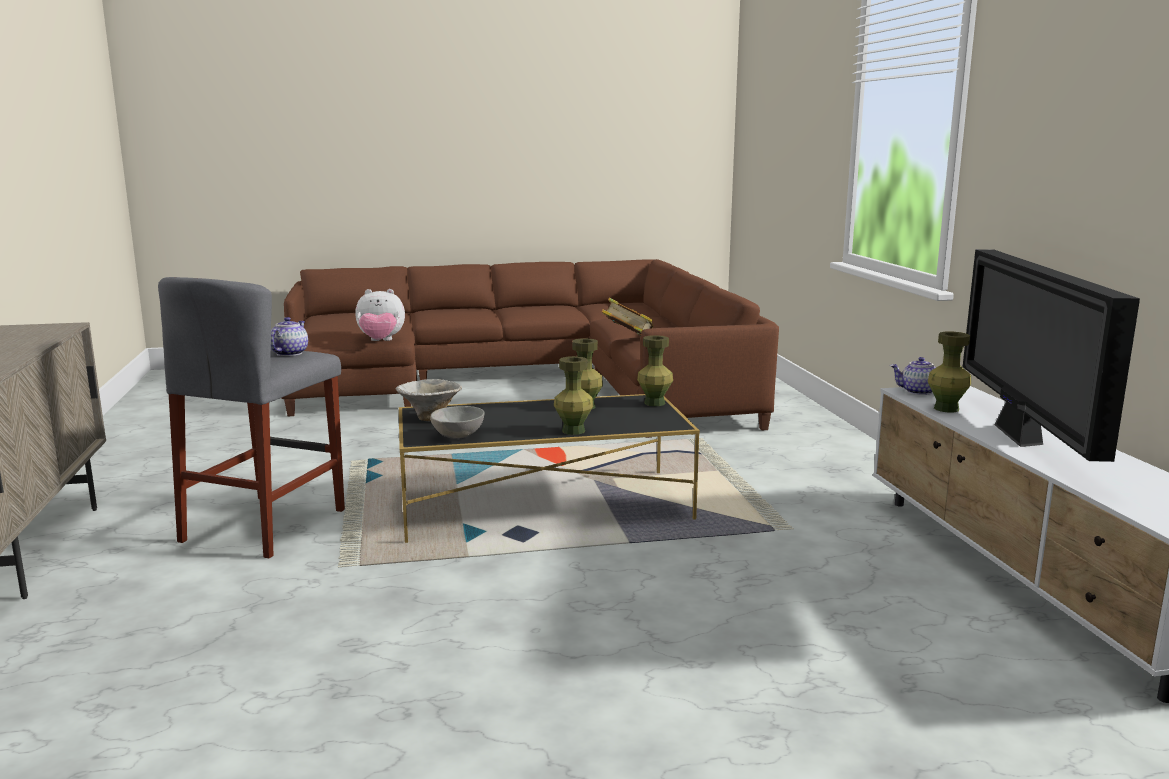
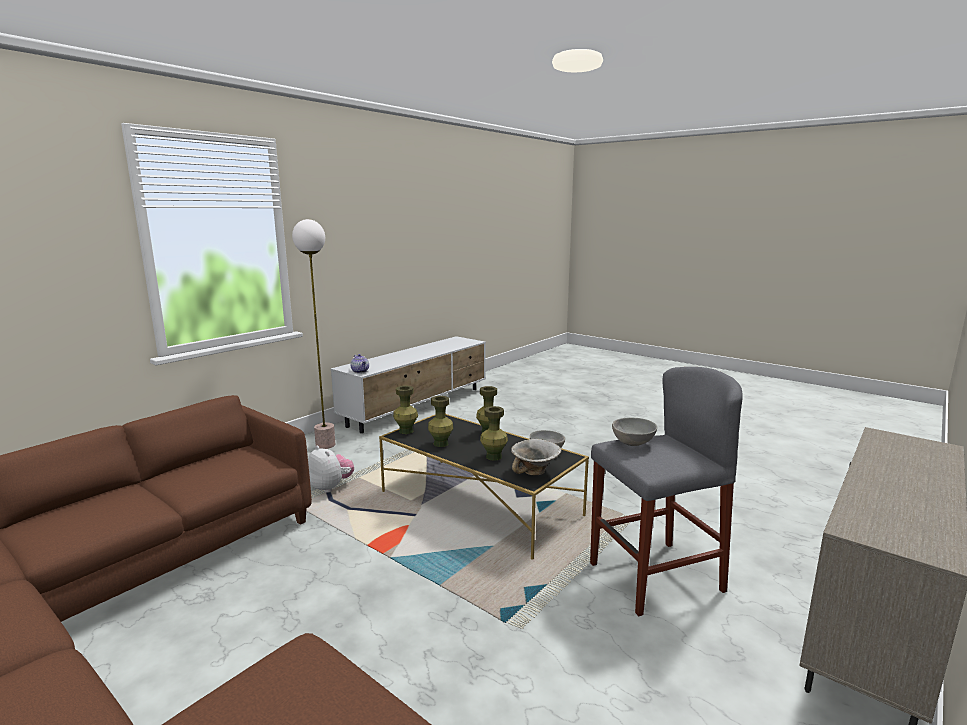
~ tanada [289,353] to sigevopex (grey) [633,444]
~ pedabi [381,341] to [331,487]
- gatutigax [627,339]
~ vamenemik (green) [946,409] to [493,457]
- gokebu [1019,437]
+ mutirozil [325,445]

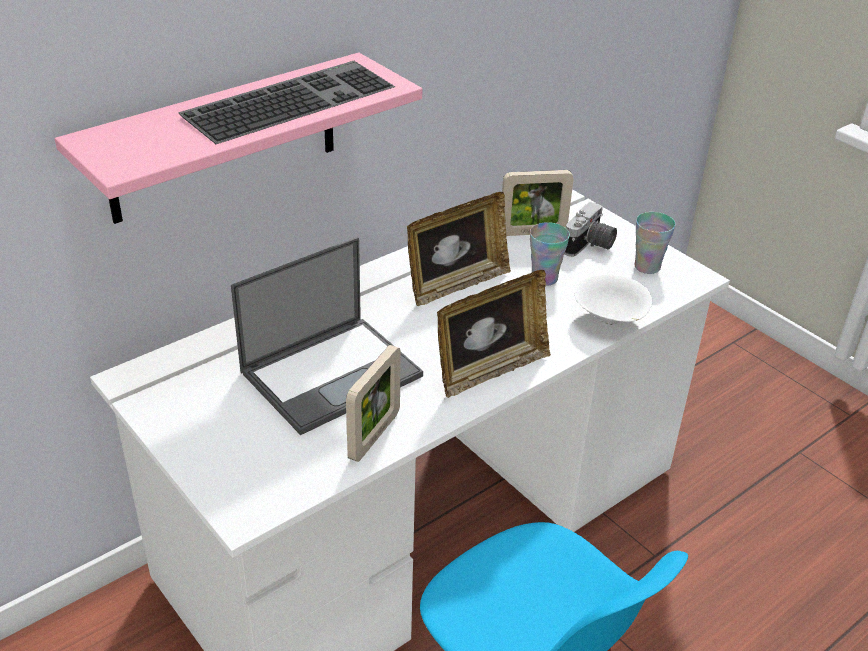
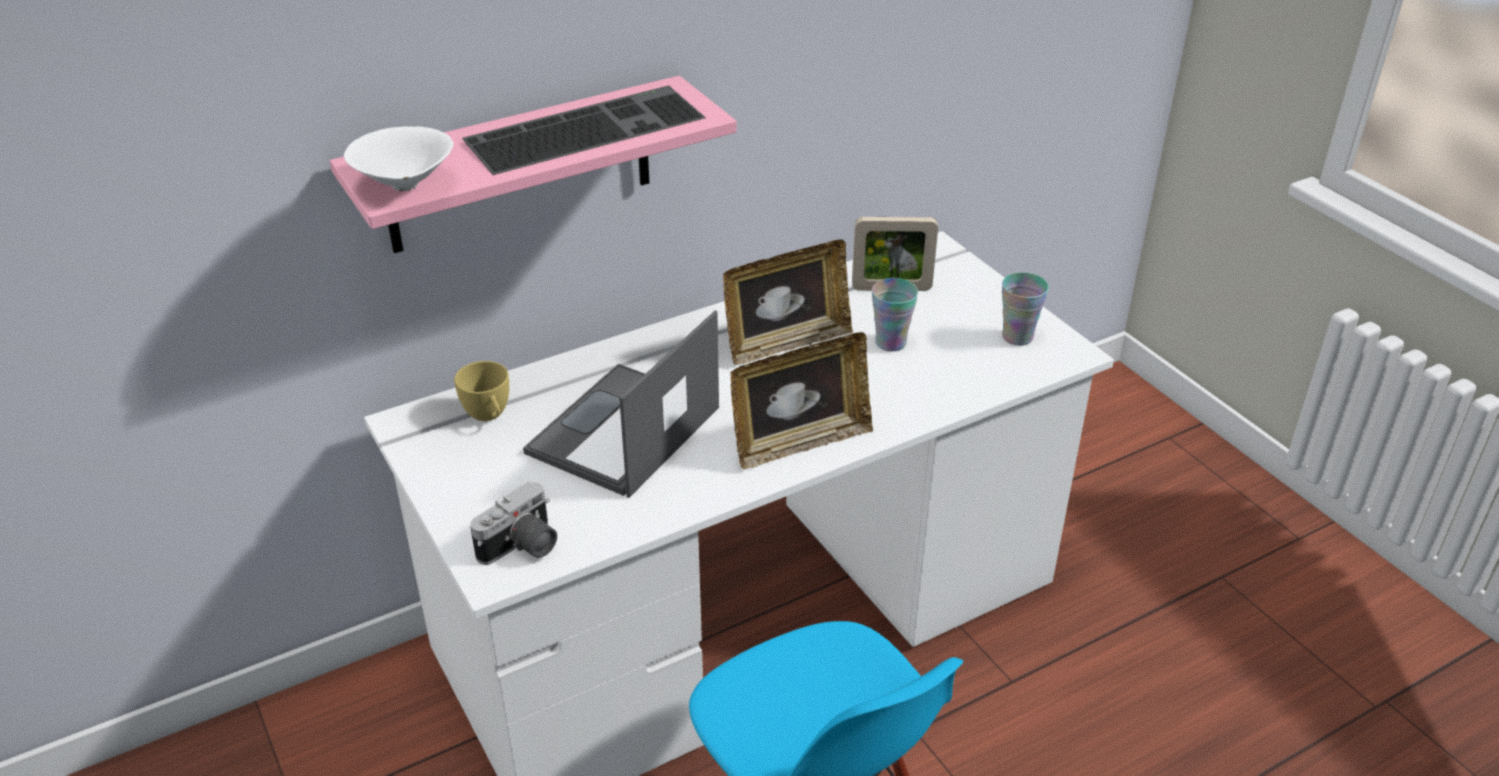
~ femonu [332,373] = [623,432] 150 degrees clockwise
- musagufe [374,436]
~ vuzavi [590,246] to [522,548]
~ sigevopex (white) [610,320] to [405,187]
+ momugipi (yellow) [489,416]

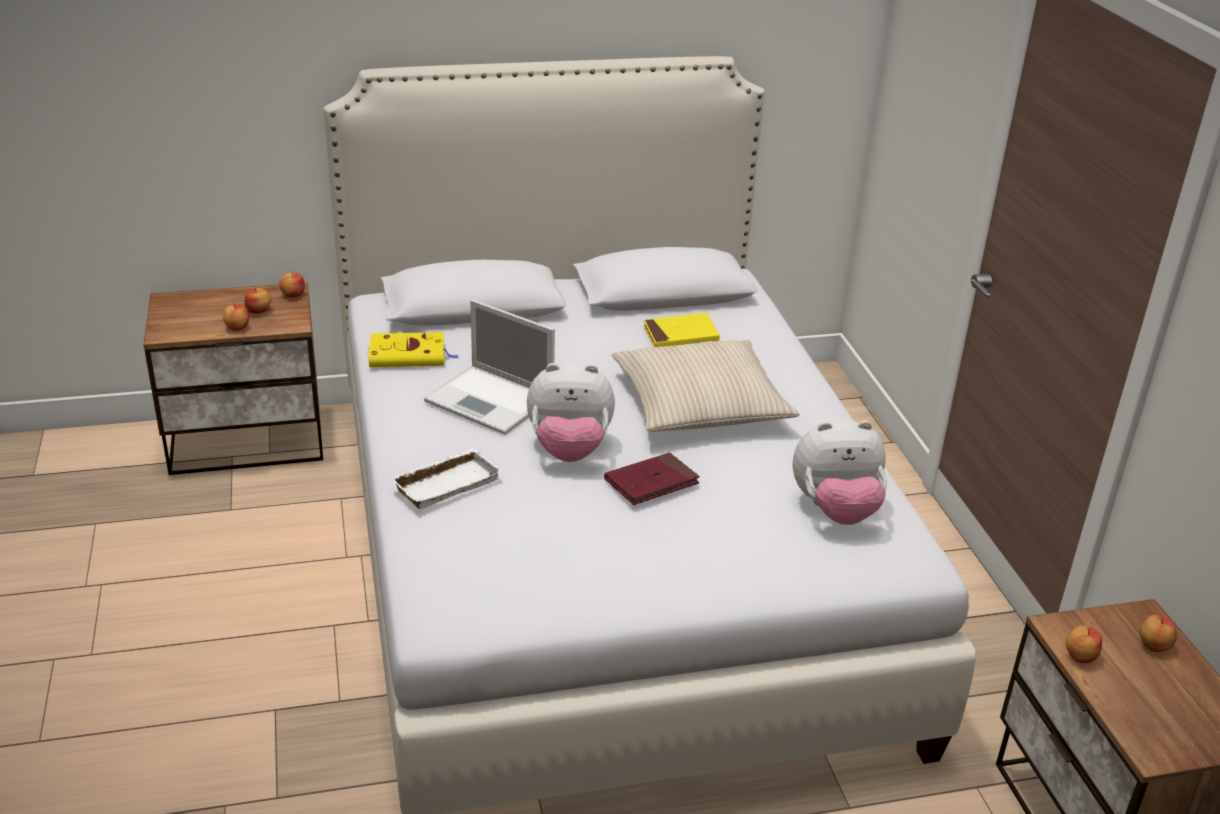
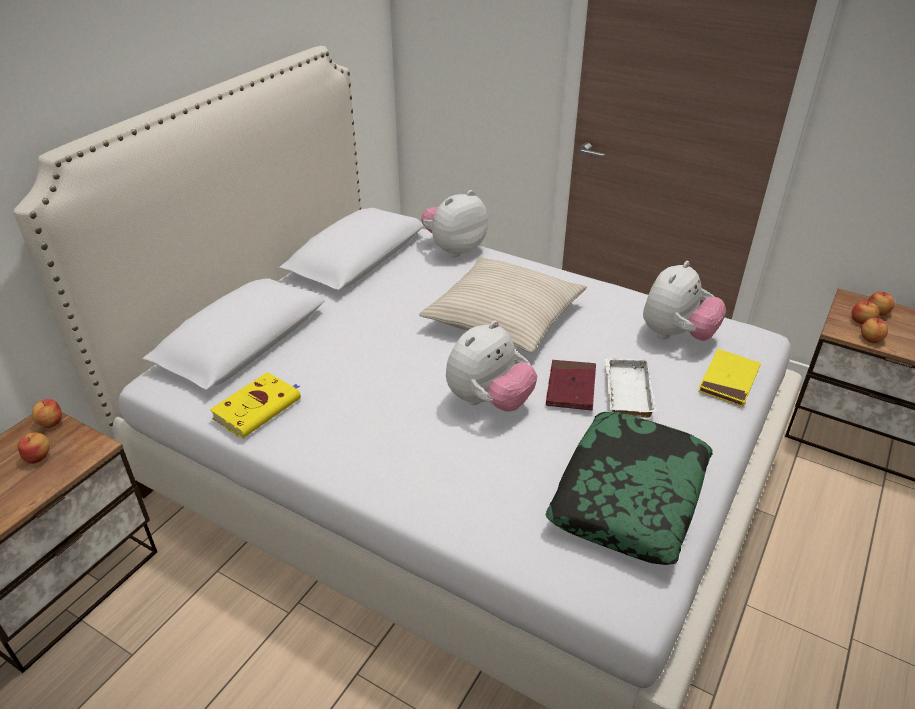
~ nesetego [236,327] to [861,321]
~ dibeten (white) [446,483] to [625,391]
- femonu [491,401]
~ gatutigax (yellow) [680,334] to [728,380]
+ pedabi [454,249]
+ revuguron [628,496]

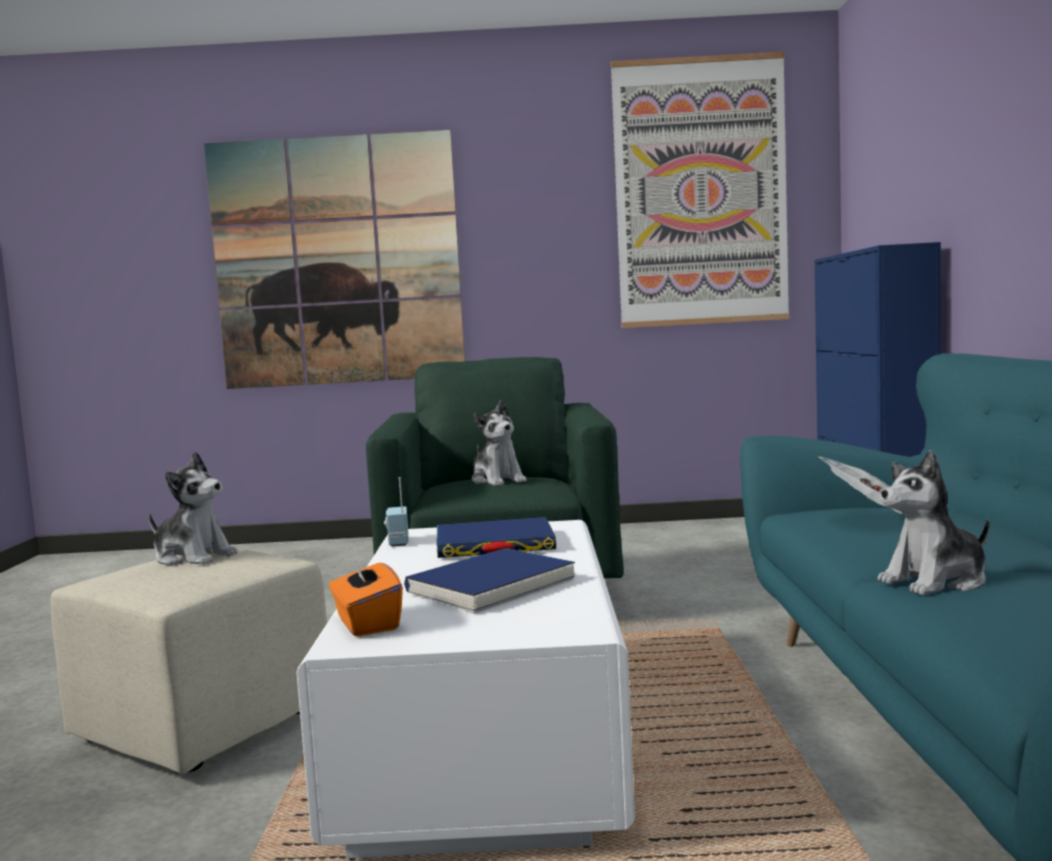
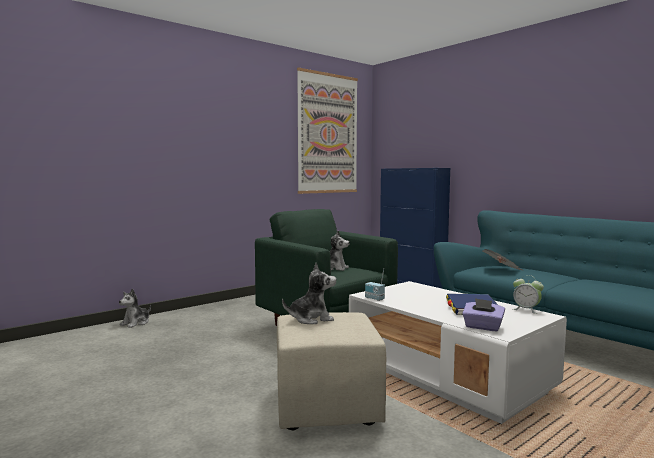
- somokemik [337,261]
~ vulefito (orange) [366,624] to vulefito (purple) [482,327]
- gatutigax (blue) [494,545]
~ pedabi [936,581] to [136,323]
+ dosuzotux [526,310]

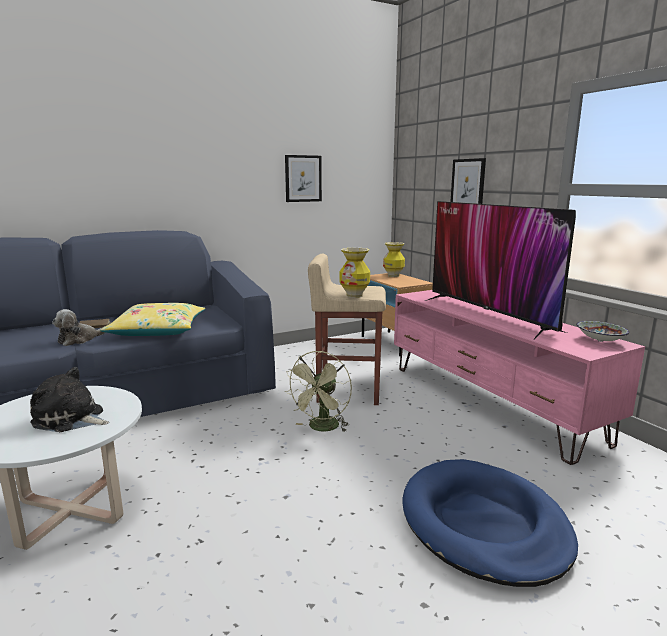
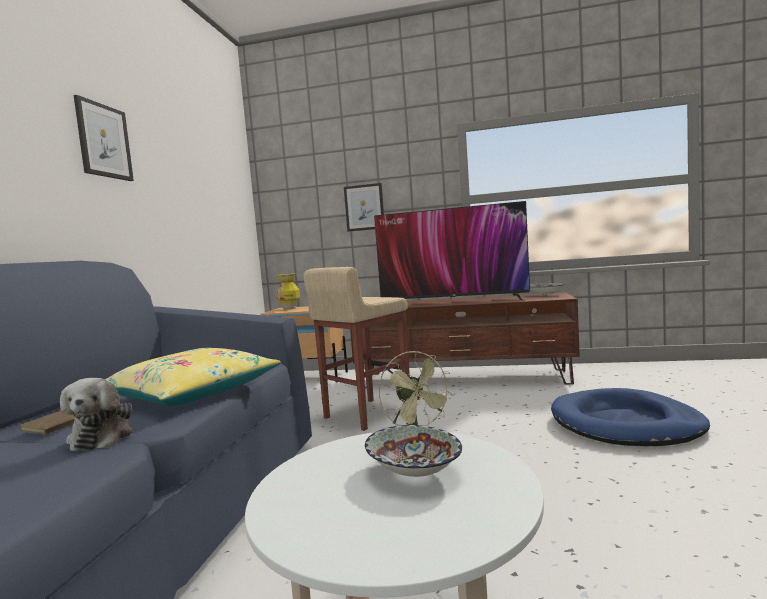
~ pedabi [71,419] to sigevopex [415,472]
~ somokemik [303,178] to [104,141]
- vamenemik [354,295]
~ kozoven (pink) [490,402] to kozoven (brown) [464,379]

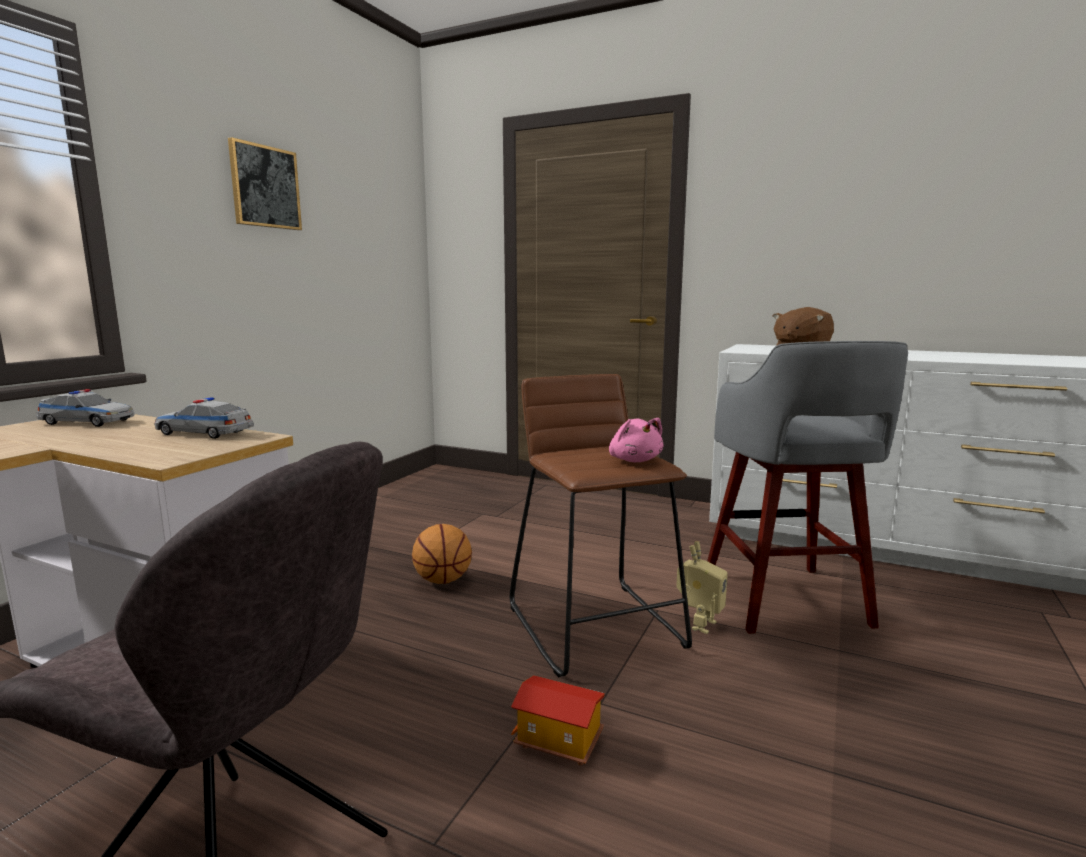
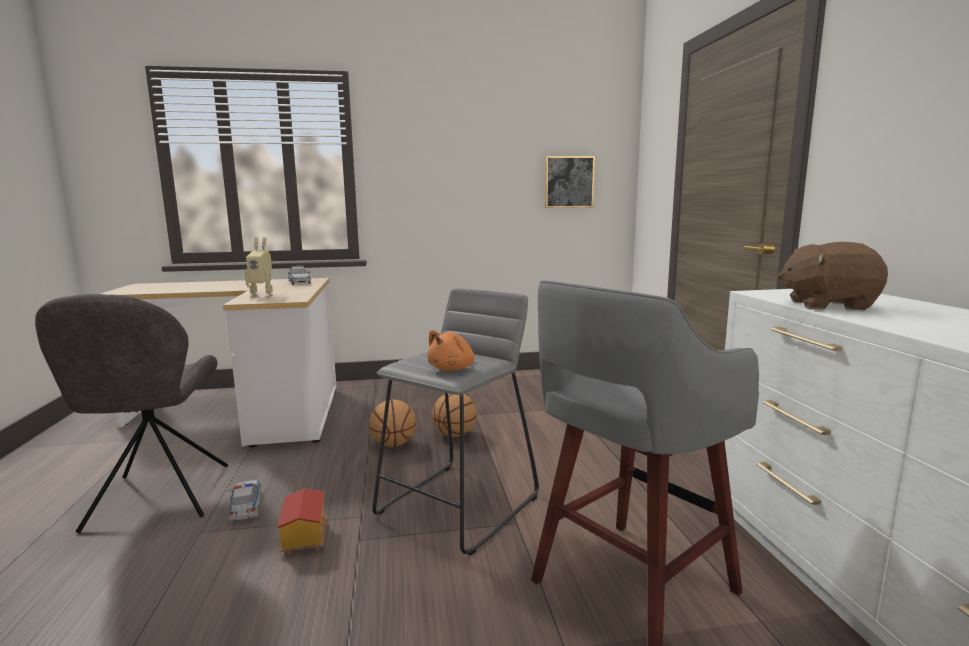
~ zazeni [204,433] to [246,506]
~ somokemik [265,187] to [569,182]
~ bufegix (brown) [597,626] to bufegix (grey) [458,505]
~ pedabi (pink) [634,460] to pedabi (orange) [453,369]
~ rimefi [698,624] to [263,295]
+ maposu [394,444]

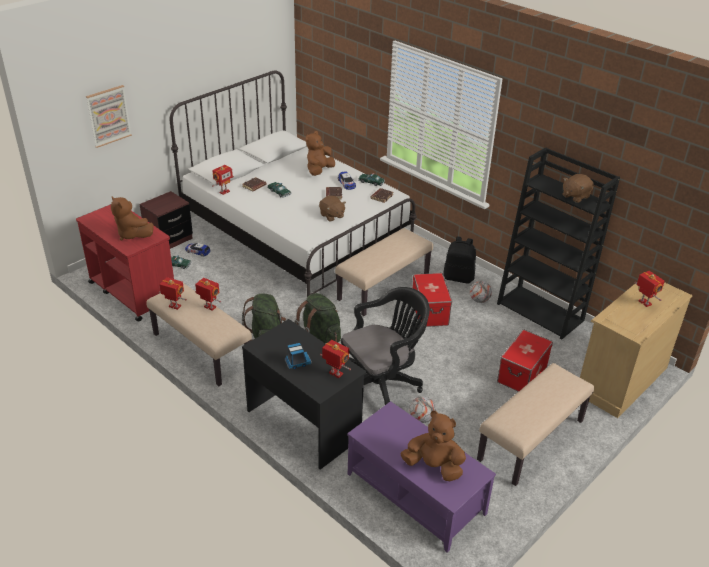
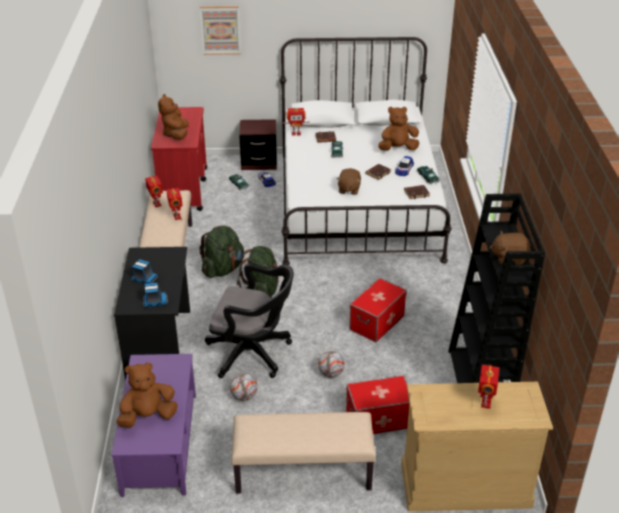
~ rimefi [335,374] to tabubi [154,302]
- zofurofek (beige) [383,287]
~ pedabi (brown) [434,466] = [148,416] 90 degrees counterclockwise
- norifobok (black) [458,277]
~ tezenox [479,300] to [331,373]

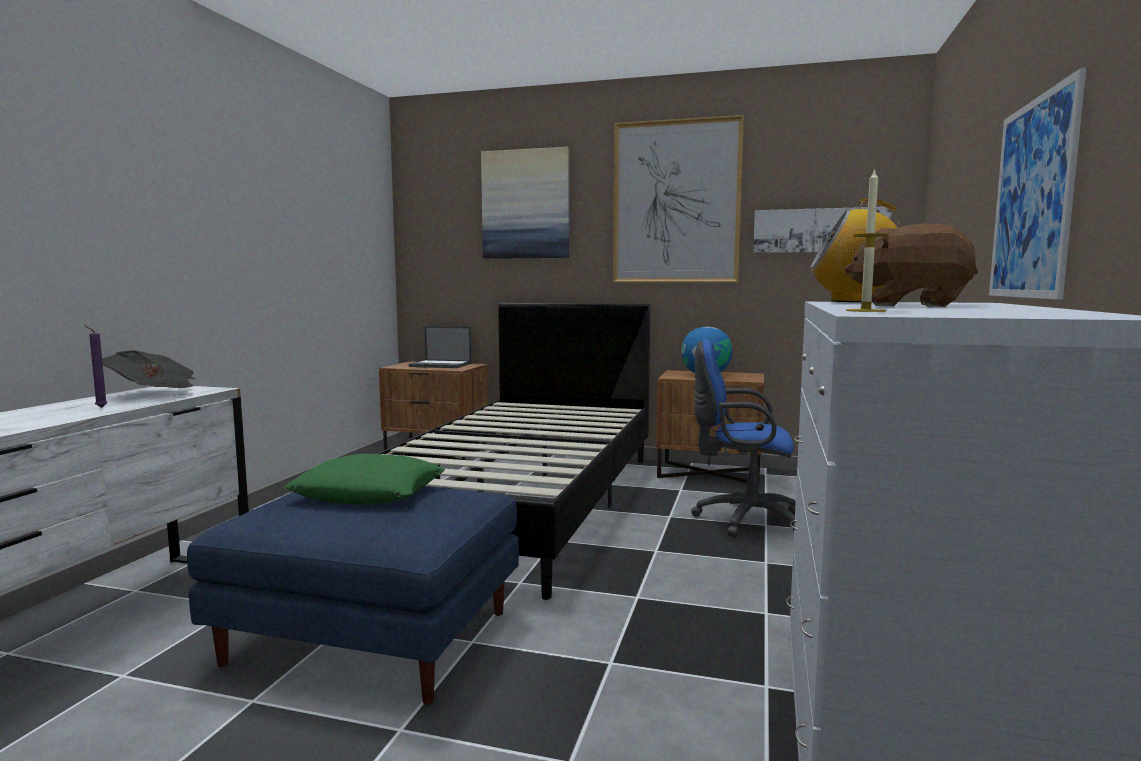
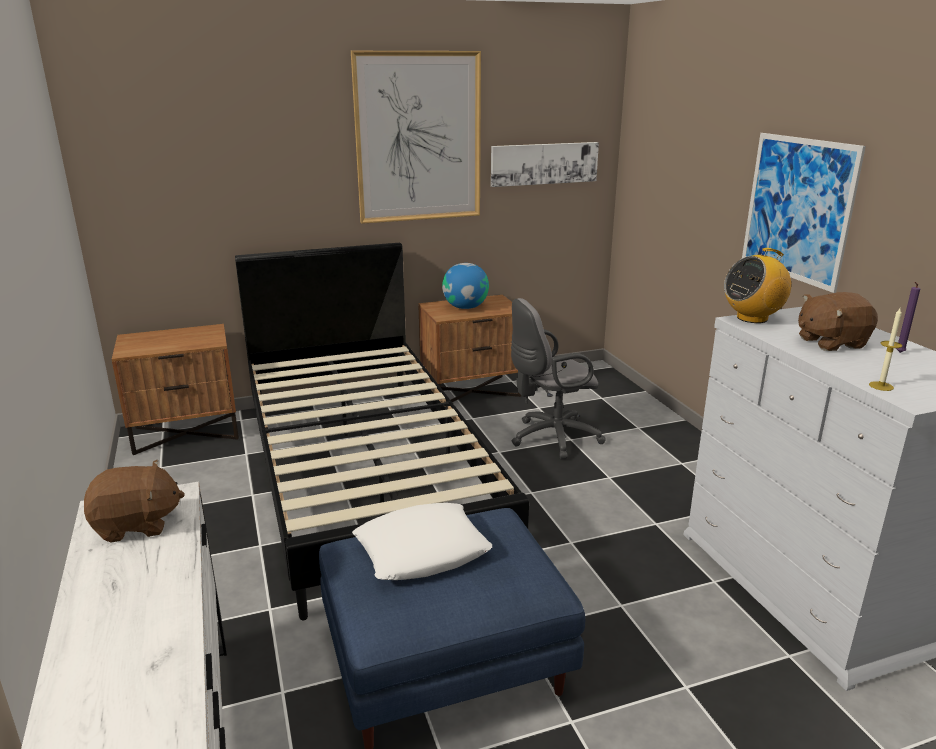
~ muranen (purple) [99,407] to [899,353]
~ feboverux [155,394] to pedabi (brown) [137,525]
~ revuguron (green) [369,492] to revuguron (white) [422,550]
- femonu [441,365]
- somokemik [526,204]
~ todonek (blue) [743,519] to todonek (grey) [550,438]

